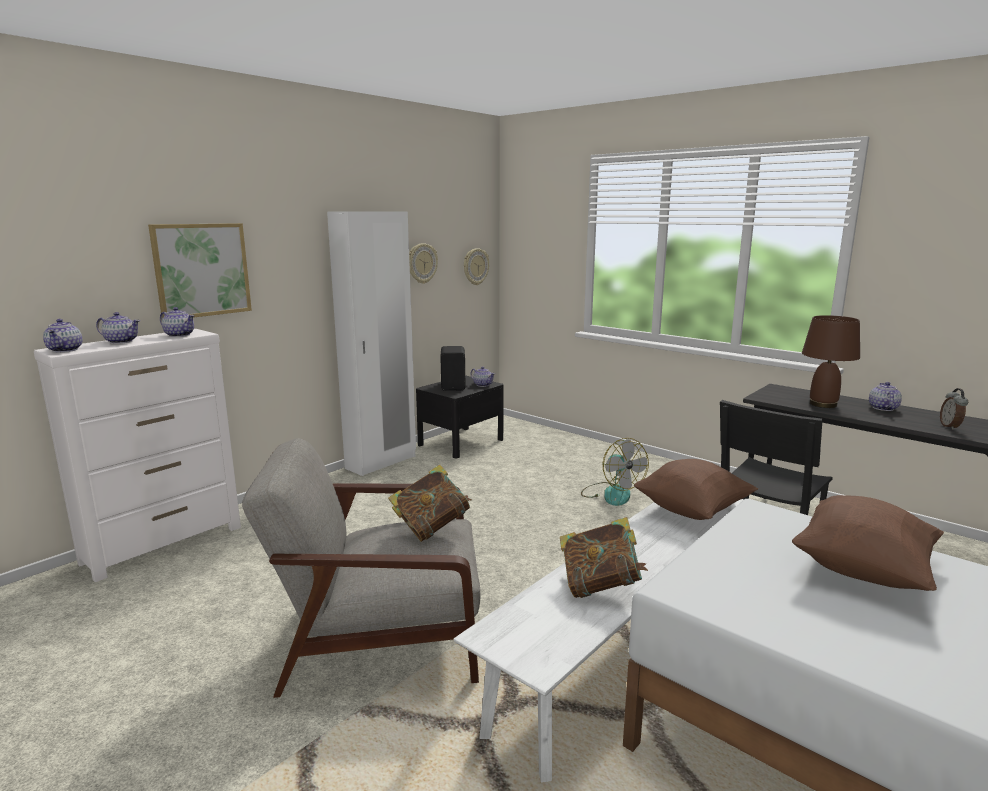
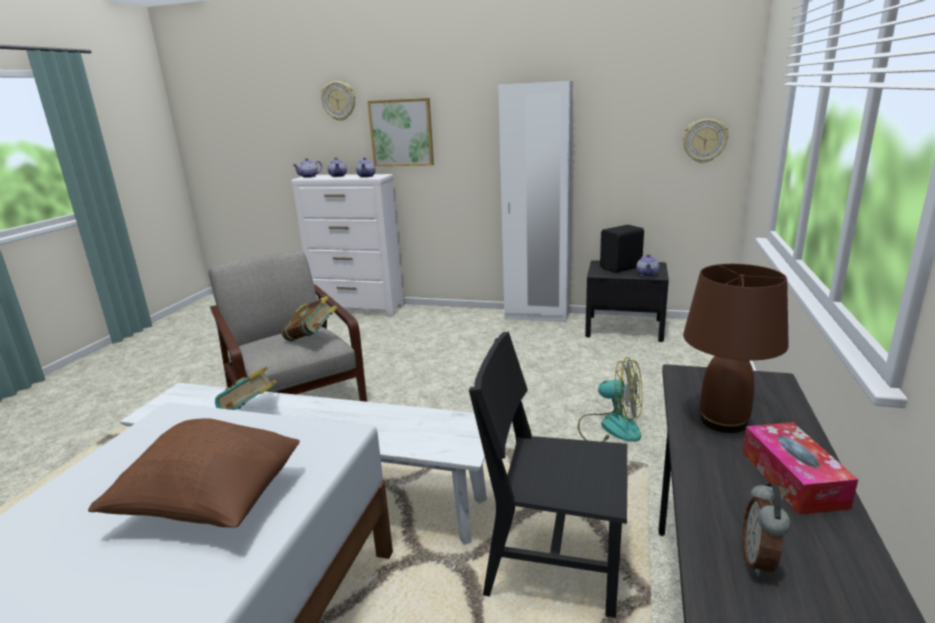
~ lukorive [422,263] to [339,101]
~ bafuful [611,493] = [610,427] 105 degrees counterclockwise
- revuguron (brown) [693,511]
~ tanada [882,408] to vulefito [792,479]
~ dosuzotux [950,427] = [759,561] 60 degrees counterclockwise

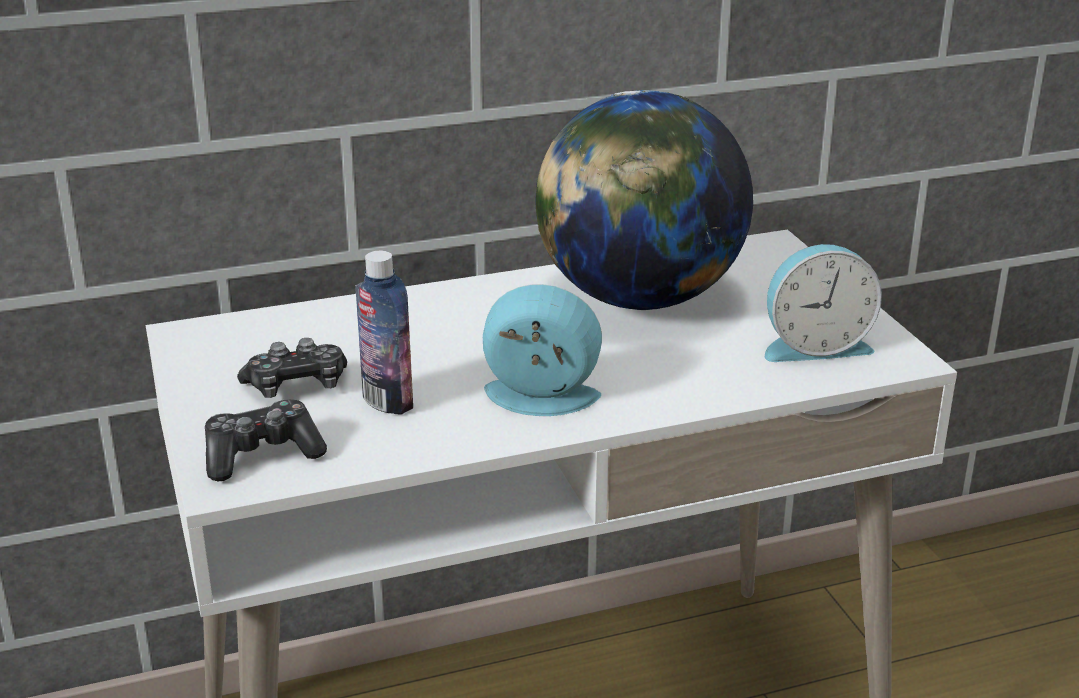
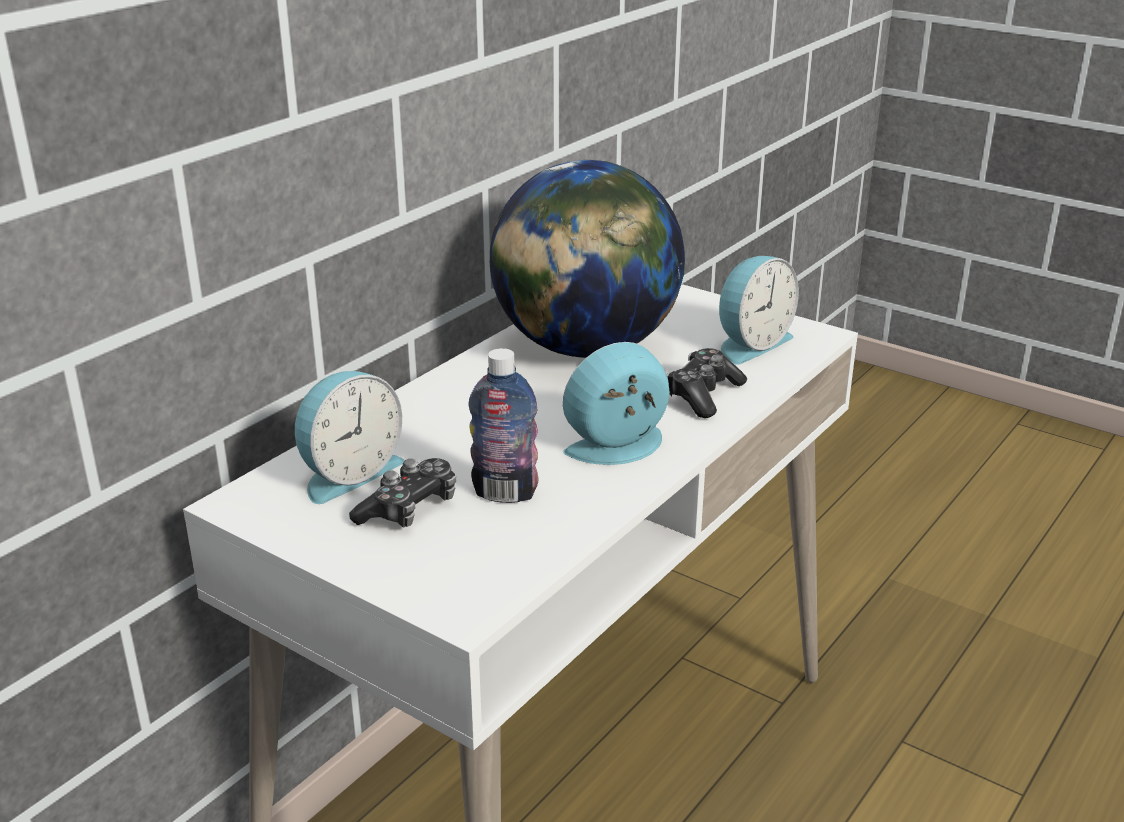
~ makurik [261,454] to [703,395]
+ dosuzotux [348,473]

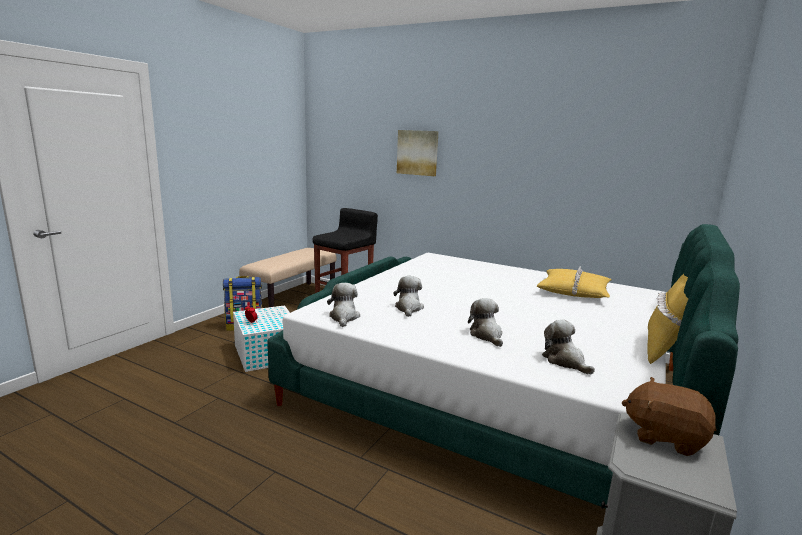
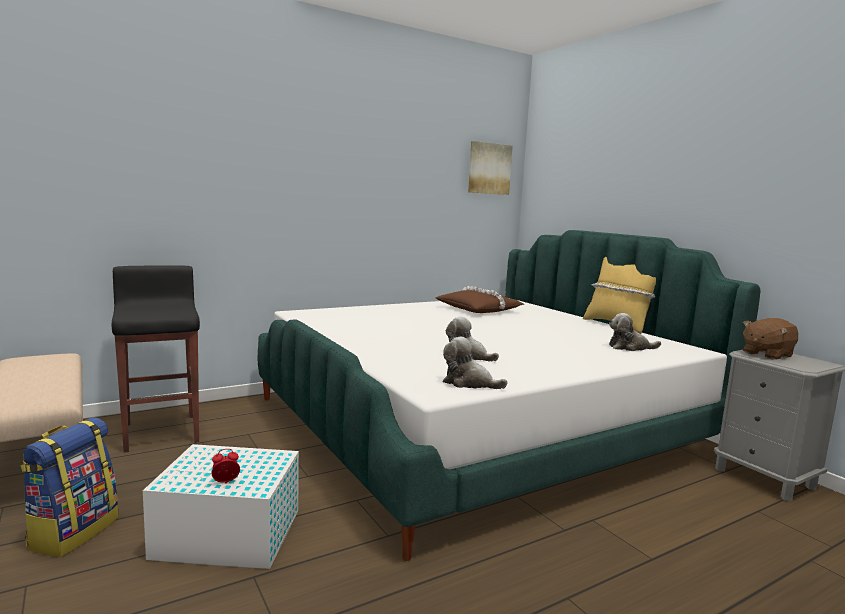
~ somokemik [417,152] to [489,168]
- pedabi [486,335]
~ revuguron (yellow) [574,291] to revuguron (brown) [479,309]

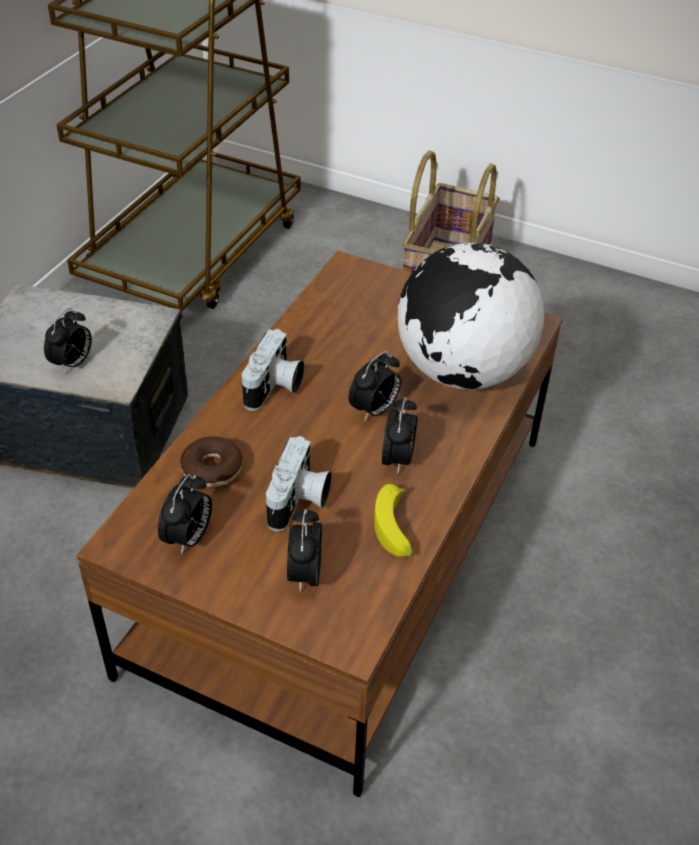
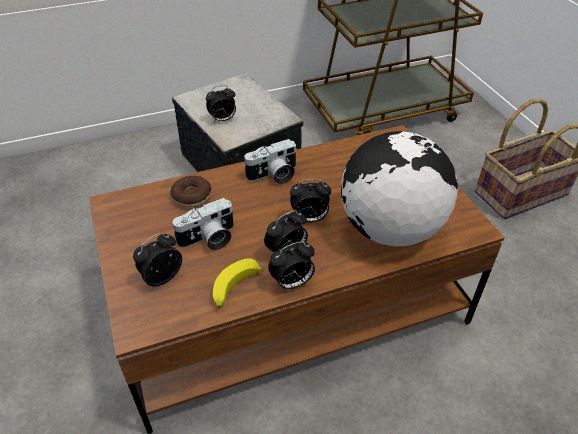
~ dosuzotux [188,538] to [292,283]

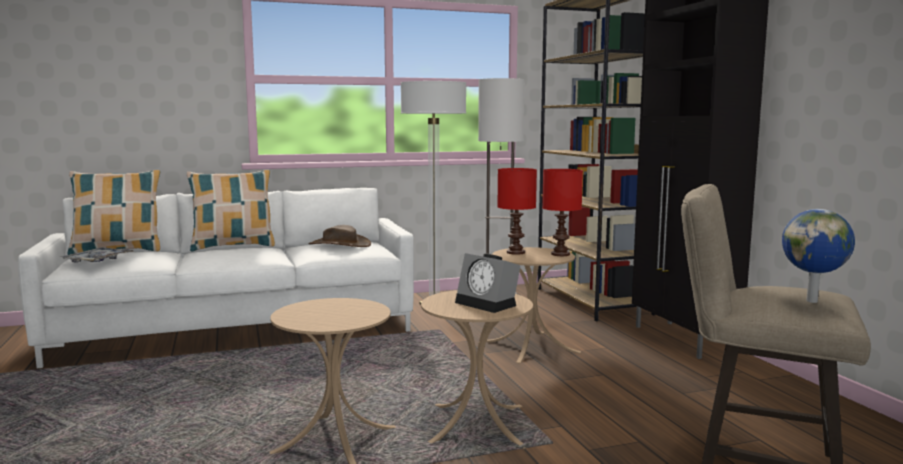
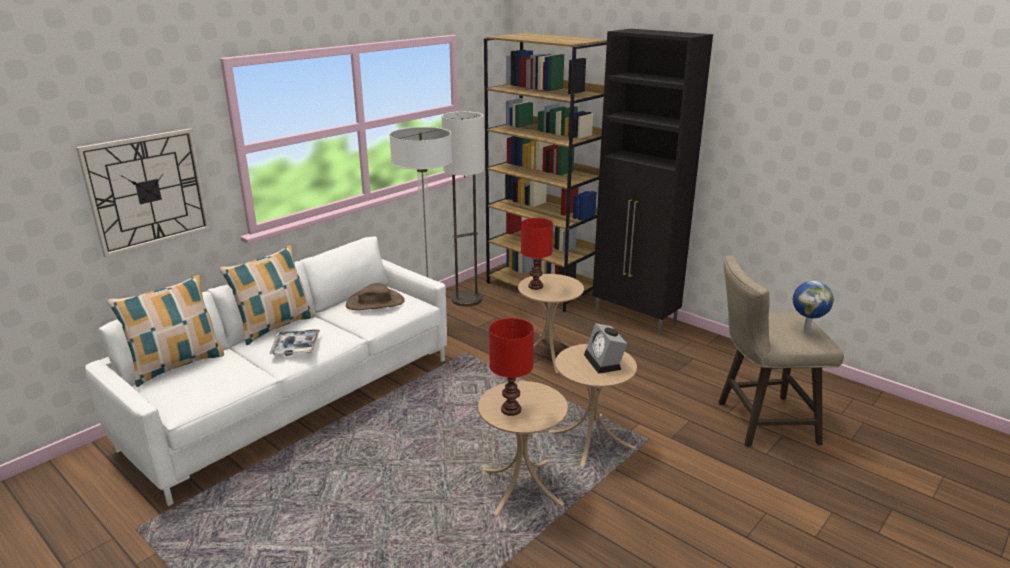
~ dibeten [98,261] to [296,347]
~ dosuzotux [488,304] = [605,362] 60 degrees clockwise
~ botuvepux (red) [559,254] to [510,410]
+ lukorive [147,191]

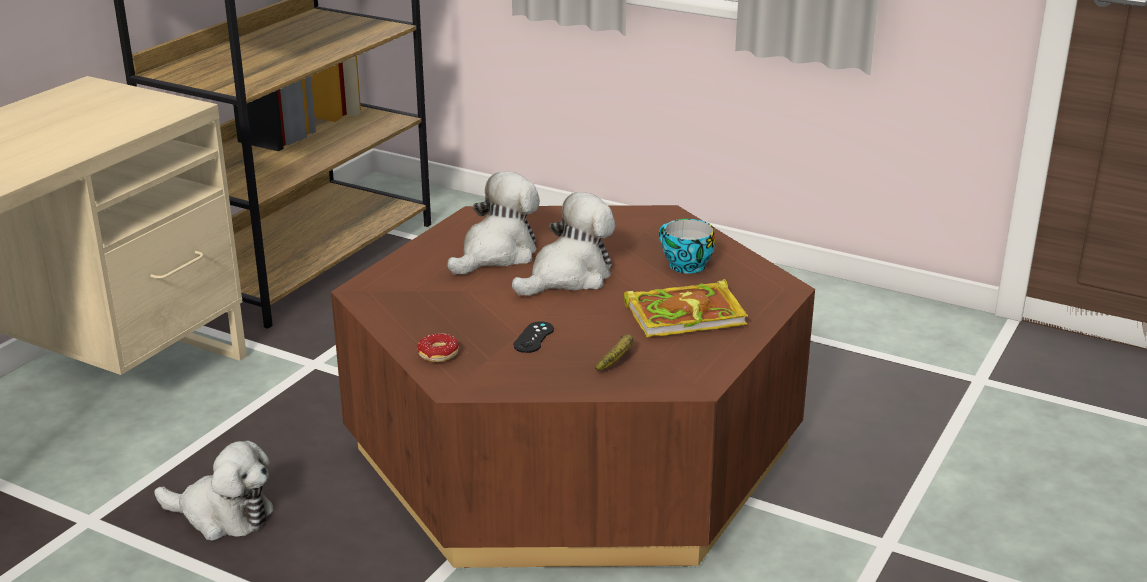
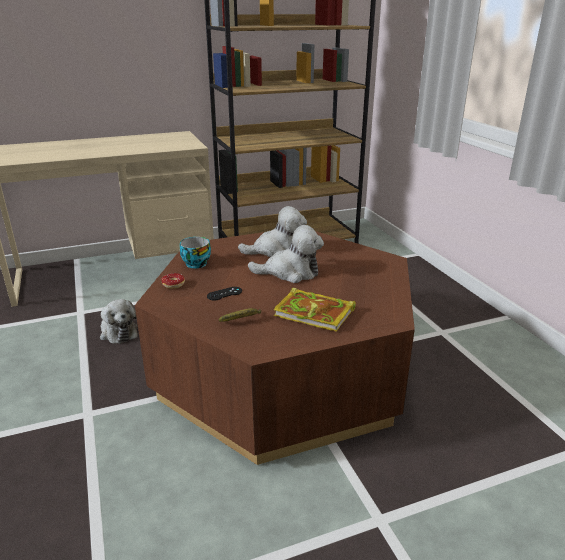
~ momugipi [684,265] to [195,263]

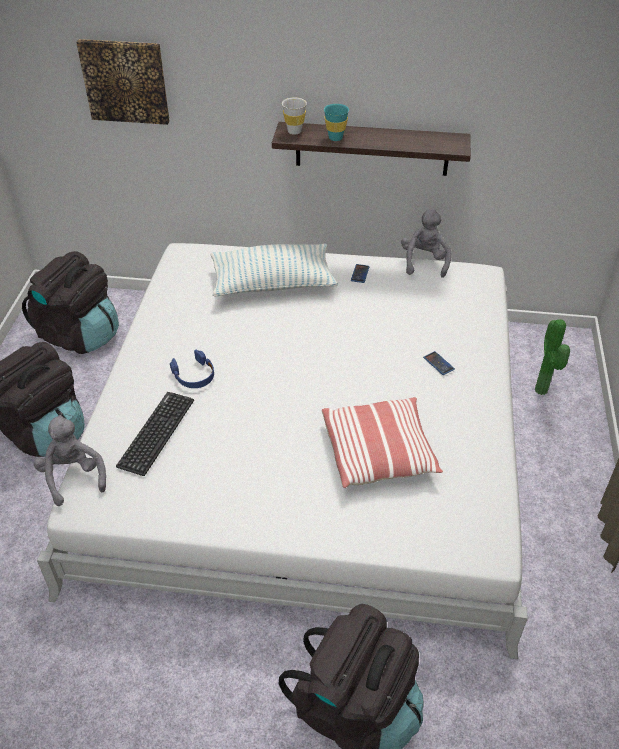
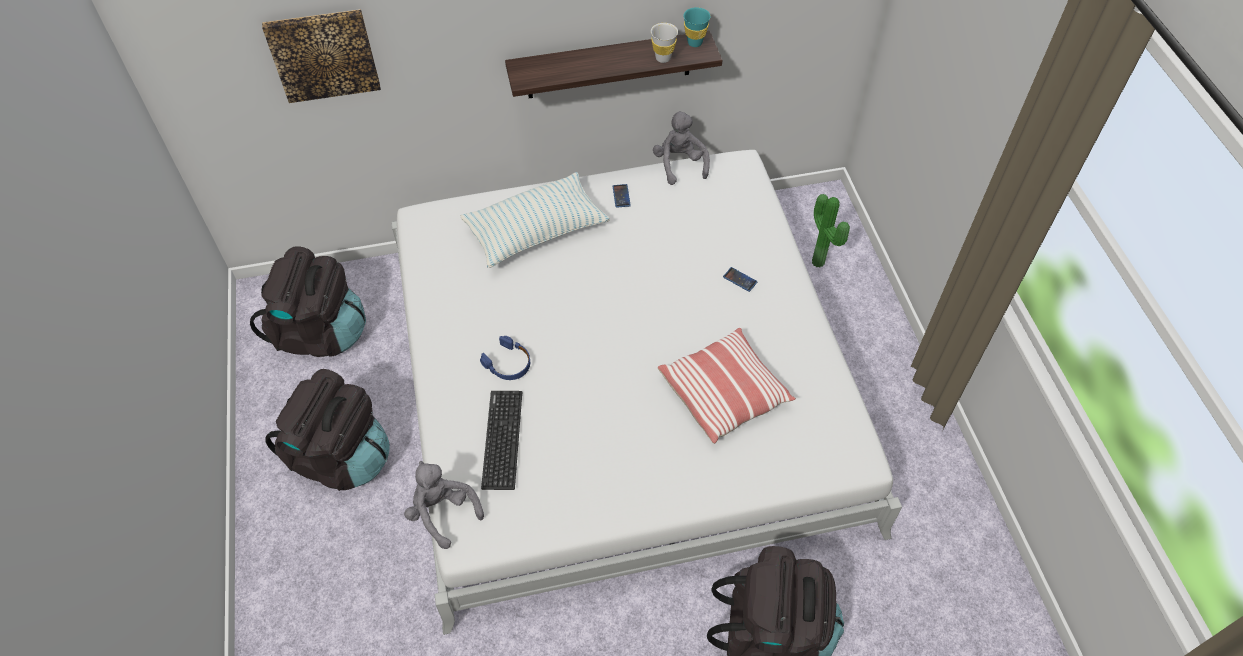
~ momugipi (white) [294,131] to [663,58]
~ momugipi (turquoise) [335,138] to [694,42]

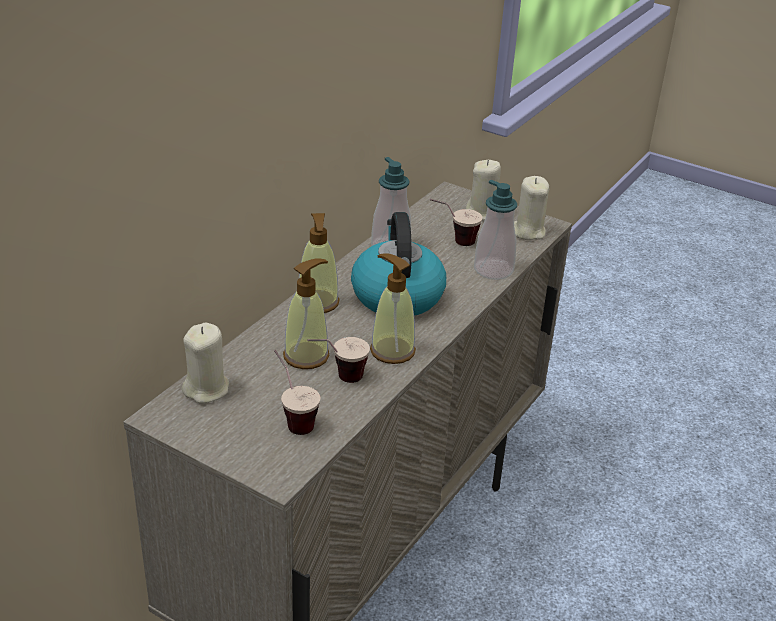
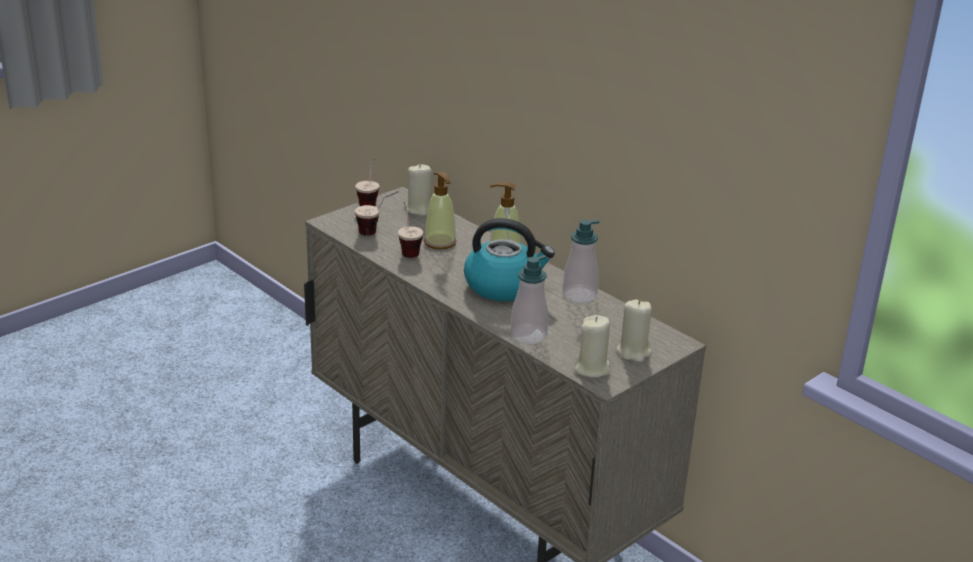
- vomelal [392,351]
~ momugipi [453,242] to [369,202]

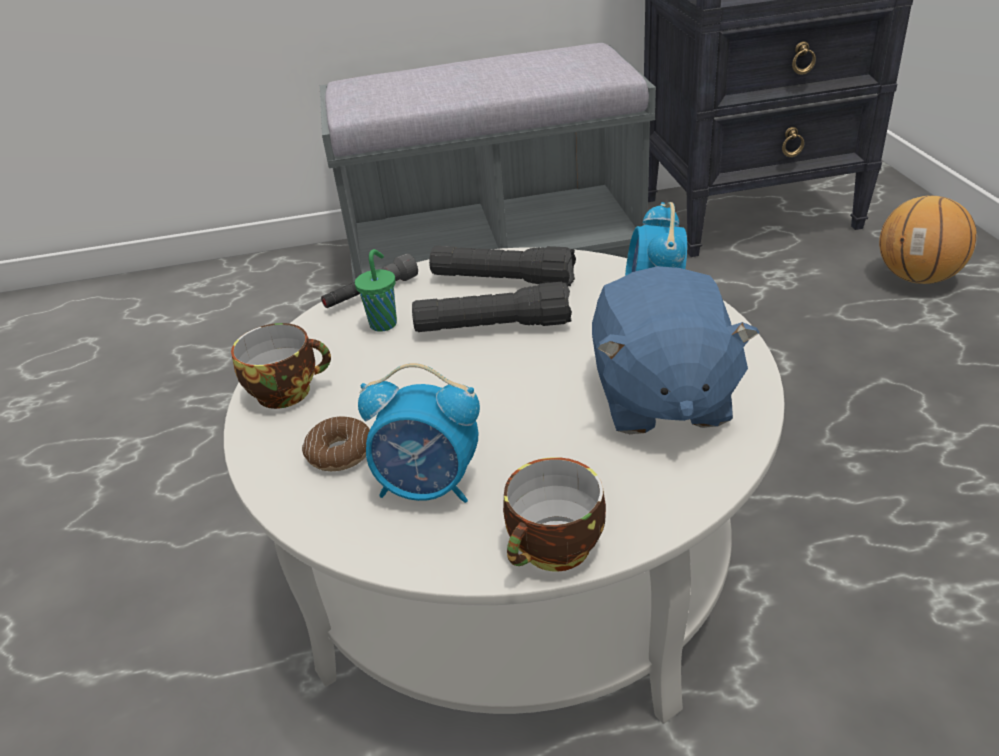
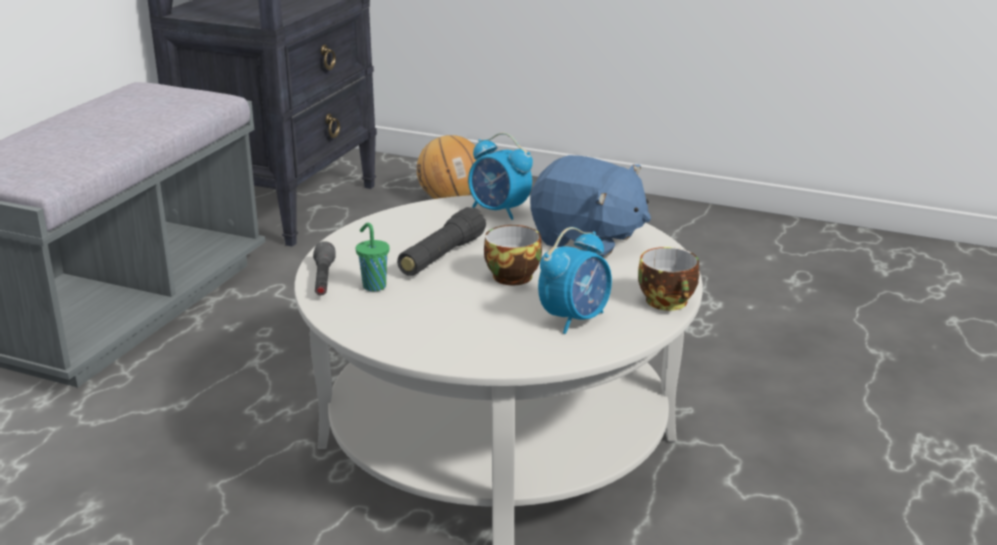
~ momugipi [288,390] to [512,275]
- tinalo [340,452]
- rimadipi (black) [503,281]

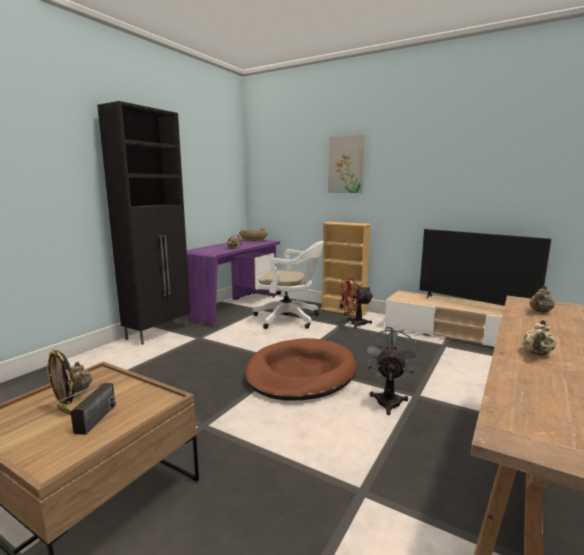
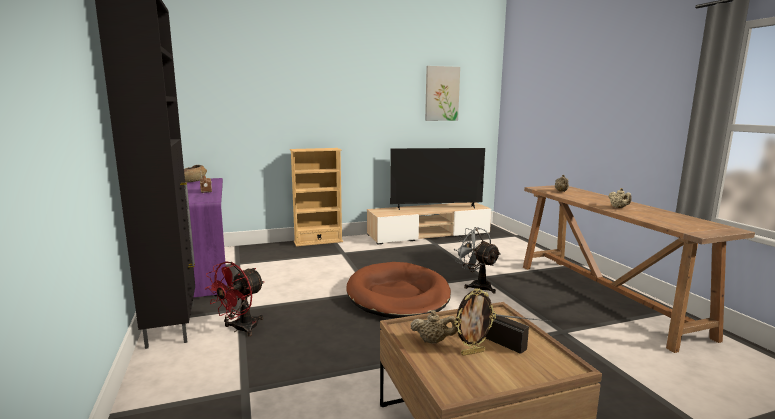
- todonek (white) [290,319]
~ somokemik [346,165] to [441,93]
~ bafuful (red) [354,324] to [240,329]

